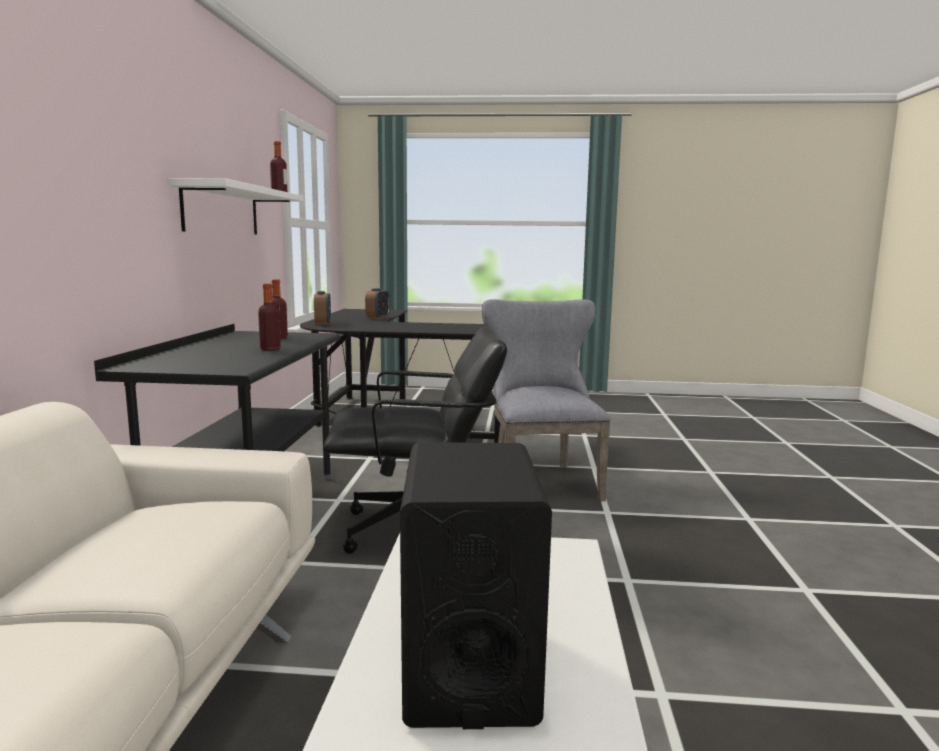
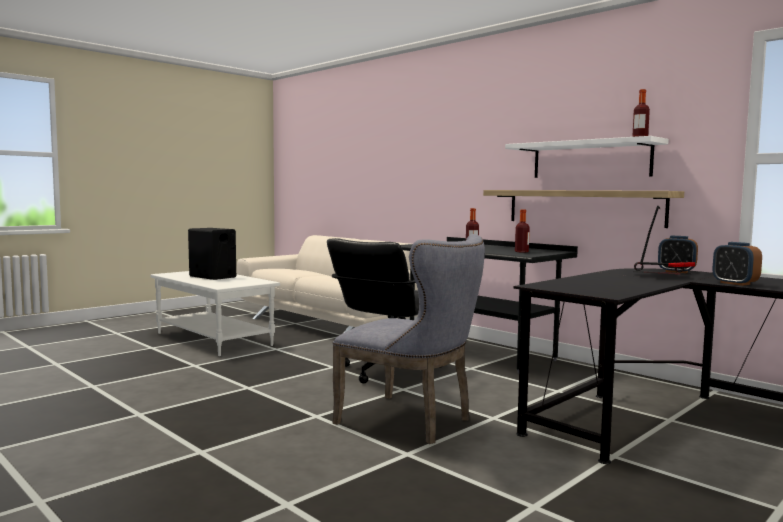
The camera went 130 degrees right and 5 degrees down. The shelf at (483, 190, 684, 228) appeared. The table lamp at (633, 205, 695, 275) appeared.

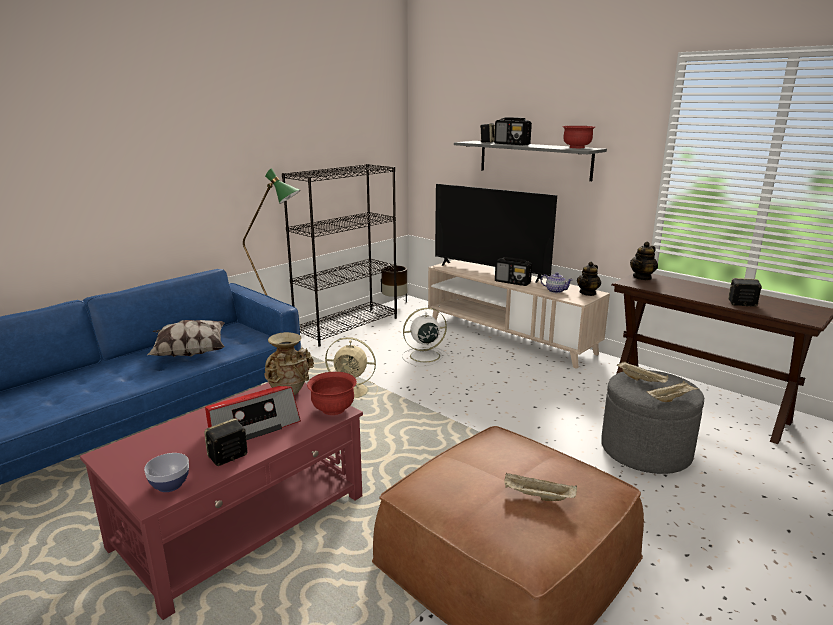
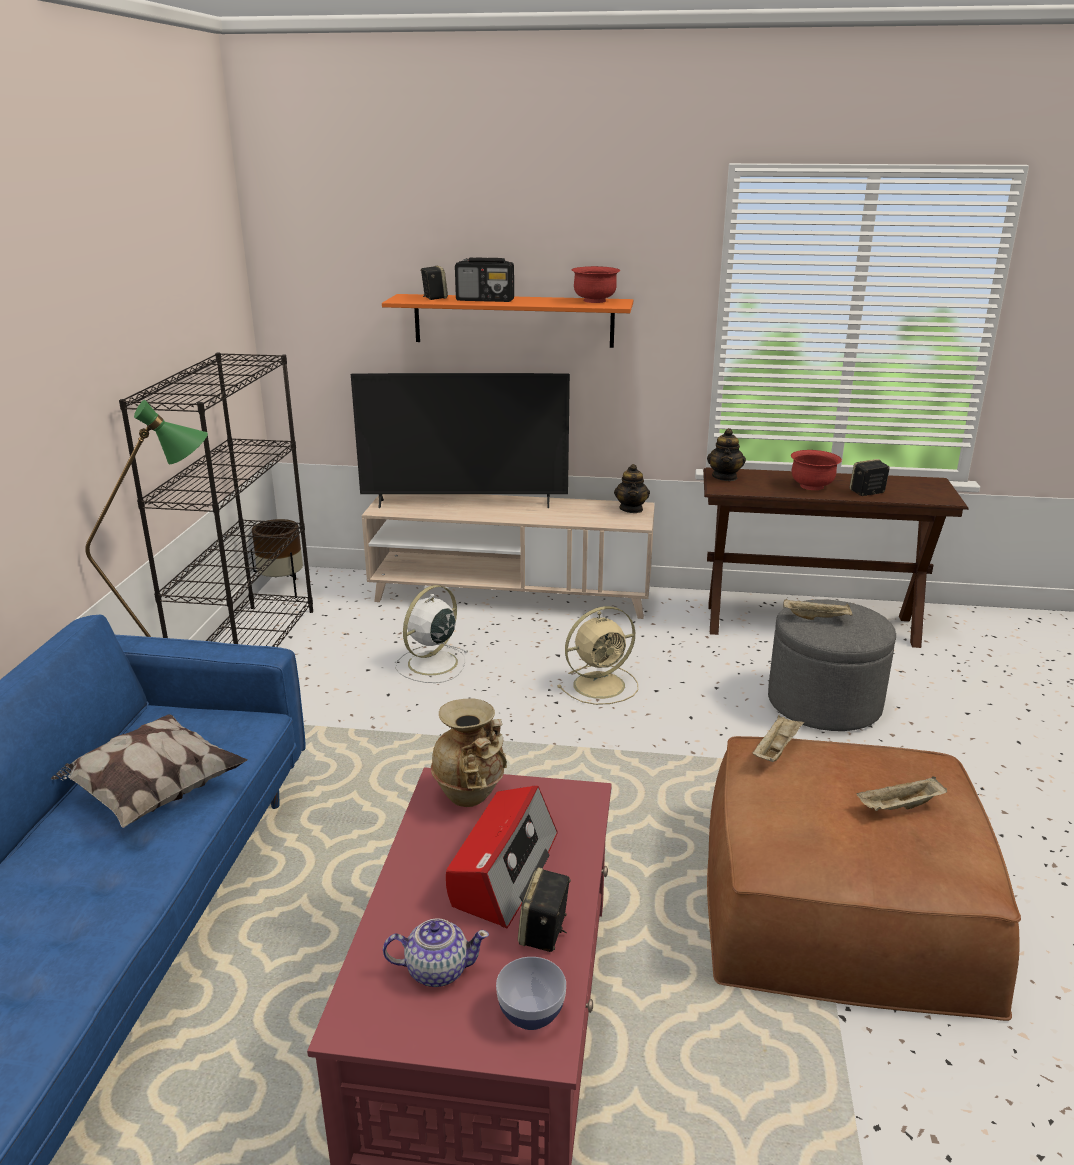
The camera went 35 degrees left and 5 degrees up. The radio at (495, 257, 532, 286) disappeared. The red bowl moved from (307, 372, 357, 415) to (791, 450, 842, 490). The beige fan moved from (325, 337, 378, 398) to (557, 606, 638, 705). The teapot moved from (540, 272, 573, 293) to (383, 918, 489, 987). The beige tray moved from (647, 381, 699, 402) to (752, 715, 804, 762). The grey shelf at (454, 141, 607, 181) became the orange shelf at (382, 294, 633, 348).

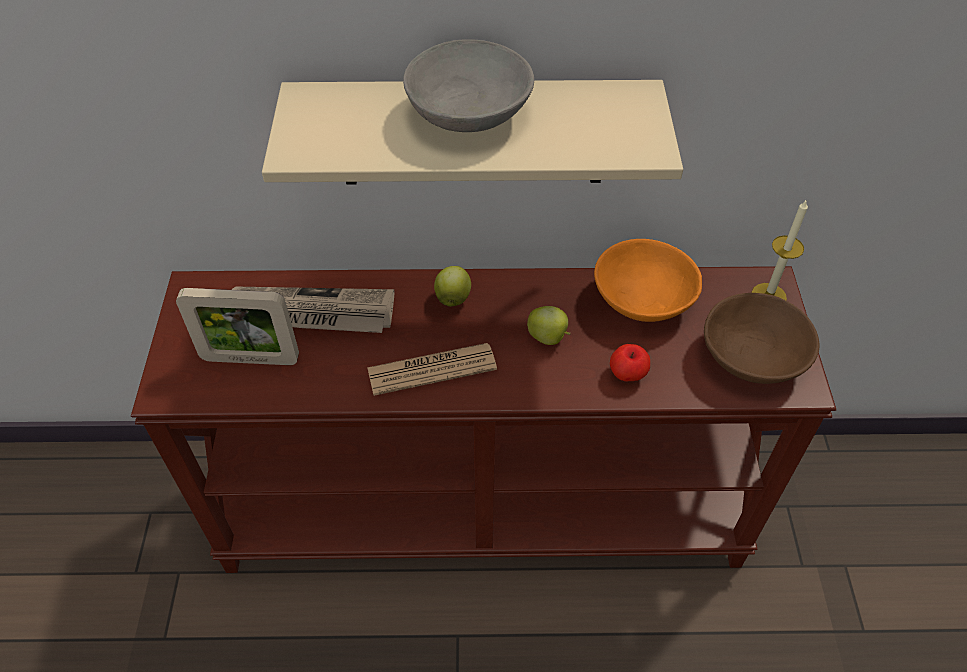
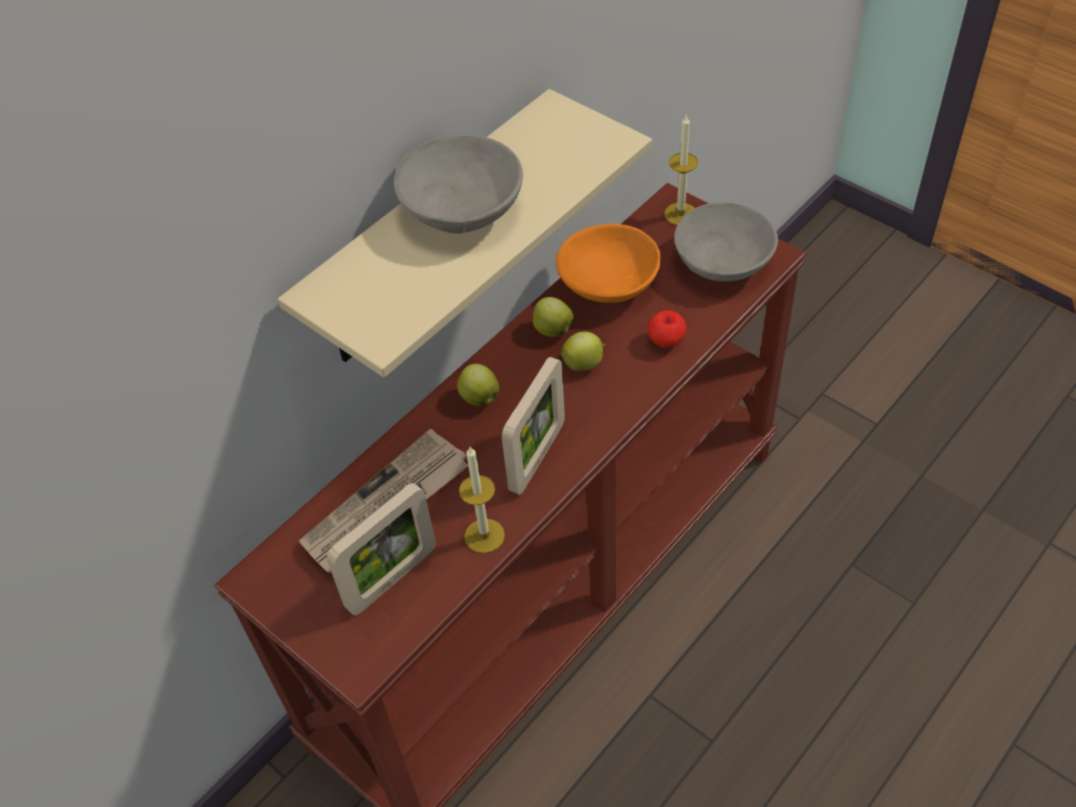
The camera went 45 degrees left and 0 degrees up. The candle at (459, 447, 505, 553) appeared. The apple at (533, 297, 573, 337) appeared. The newspaper at (367, 343, 497, 396) was replaced by the picture frame at (502, 357, 565, 495). The brown bowl at (704, 293, 819, 384) became the grey bowl at (674, 202, 778, 281).

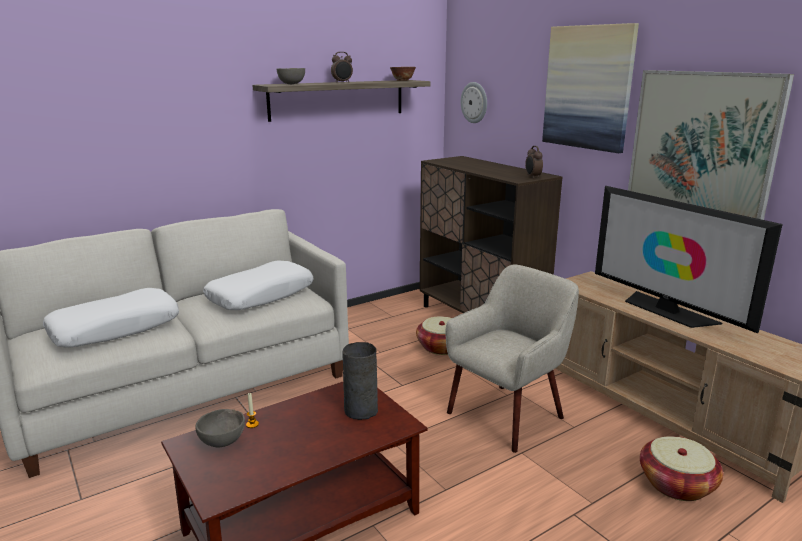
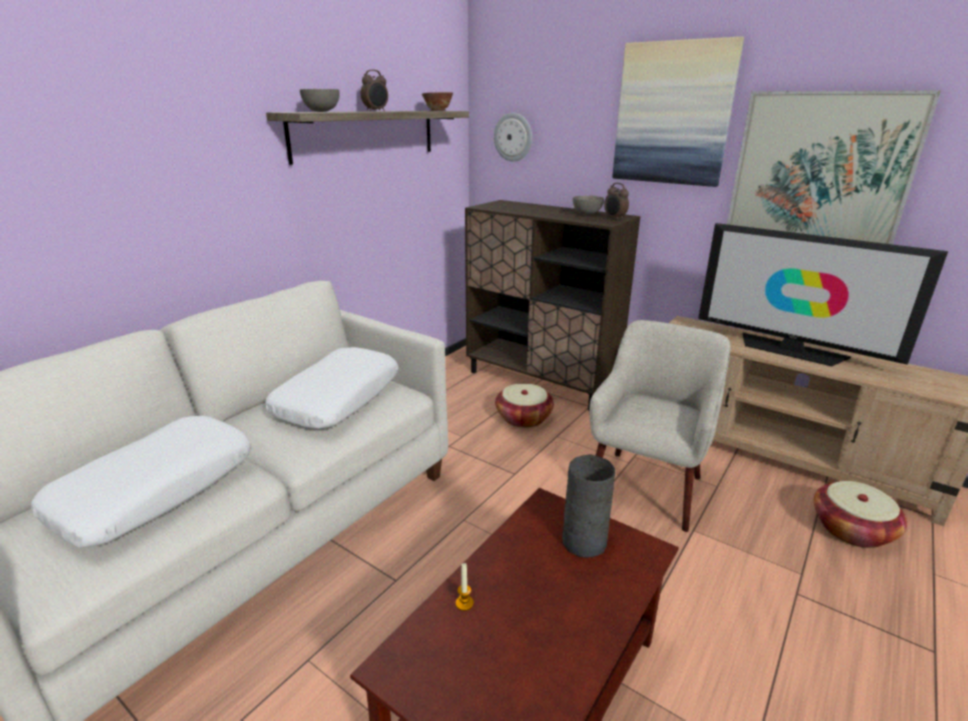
The camera went 20 degrees left and 5 degrees up. The grey bowl moved from (195, 409, 245, 447) to (573, 196, 604, 215).

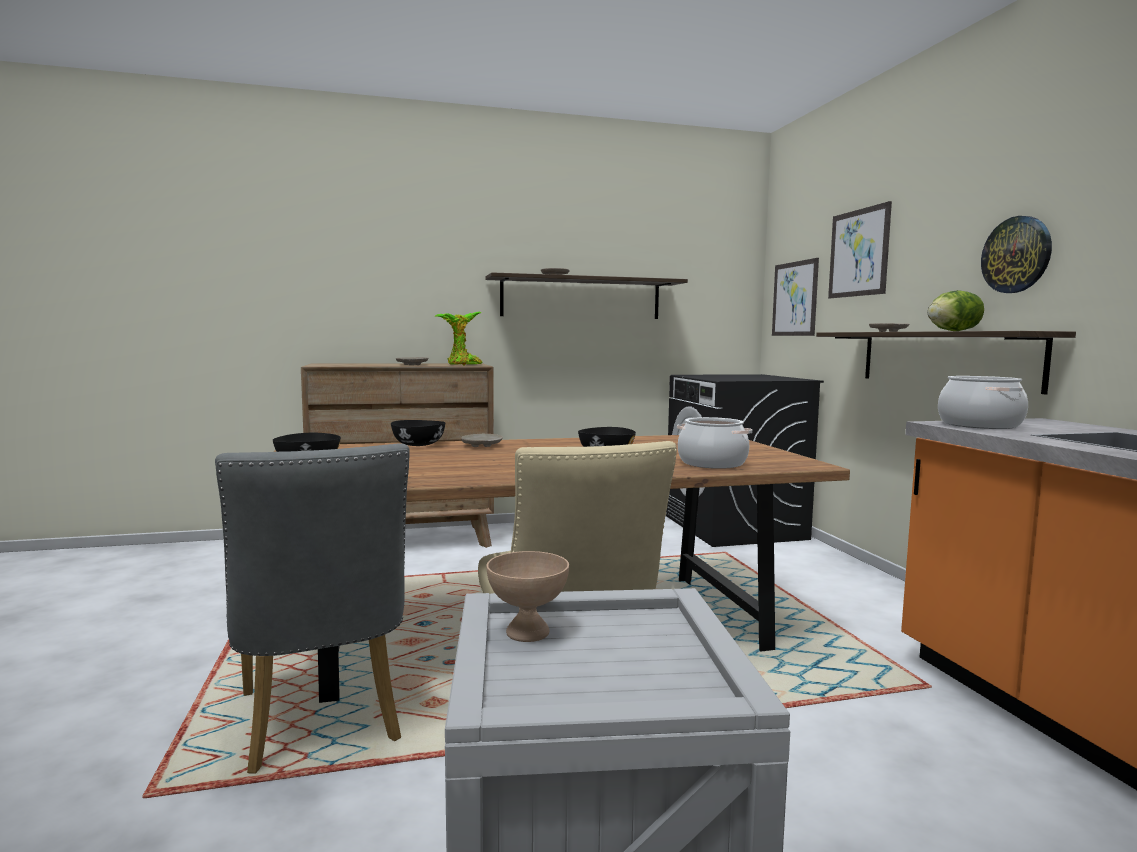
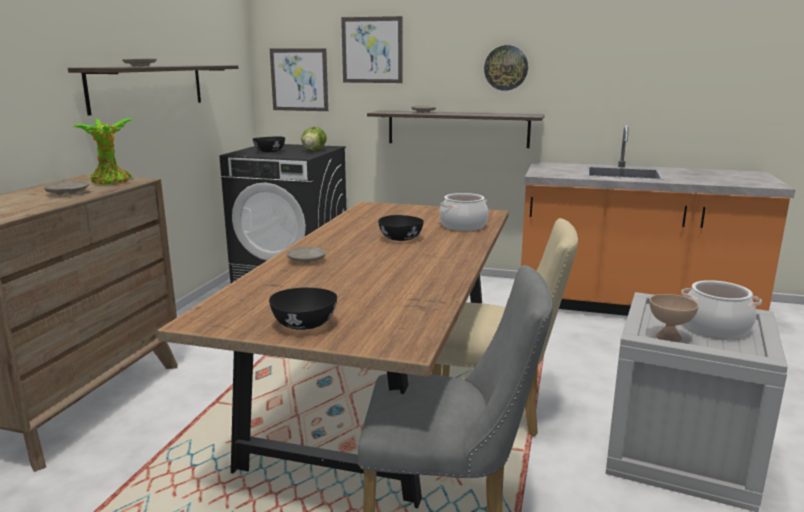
The camera went 60 degrees left and 10 degrees up. The black bowl moved from (391, 420, 446, 446) to (253, 136, 285, 152). The lettuce moved from (927, 290, 984, 331) to (301, 127, 327, 151). The cooking pot moved from (938, 376, 1028, 429) to (681, 280, 762, 338).

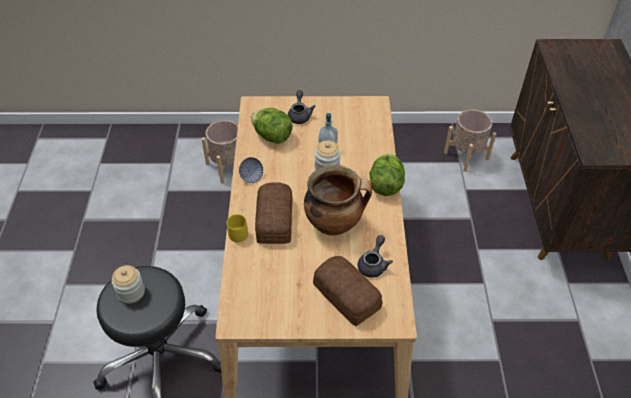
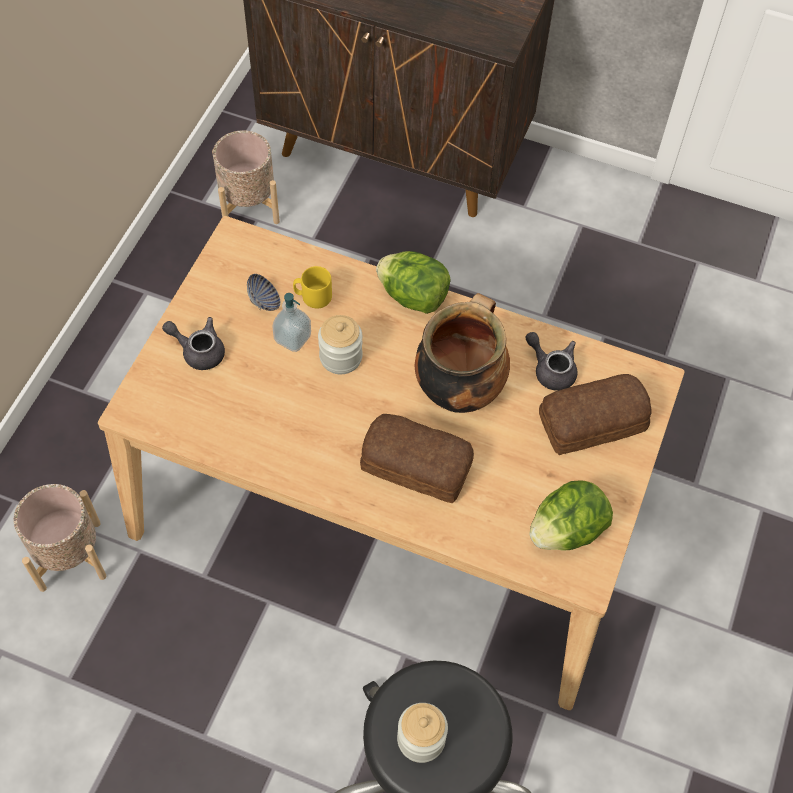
The camera went 70 degrees left and 10 degrees up. The yellow mug moved from (227, 214, 248, 242) to (293, 266, 332, 308). The bowl moved from (239, 157, 263, 183) to (247, 274, 281, 311). The lettuce moved from (251, 108, 293, 144) to (530, 480, 613, 551).

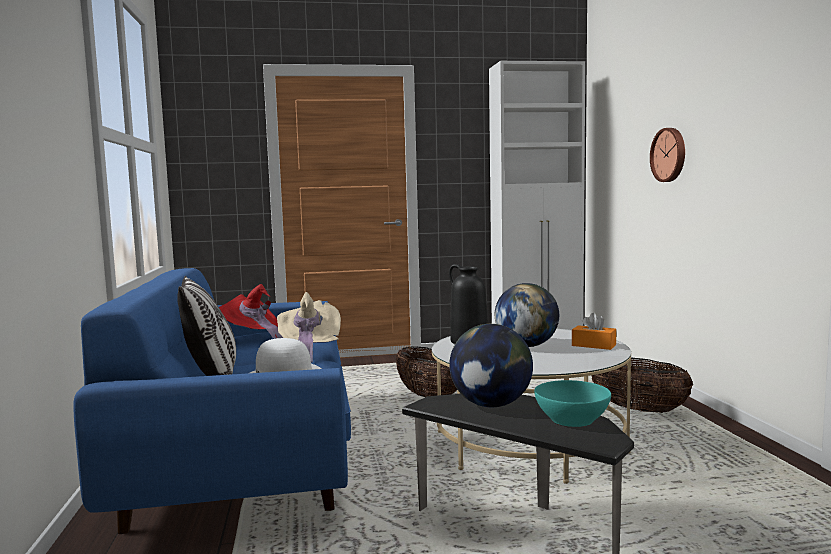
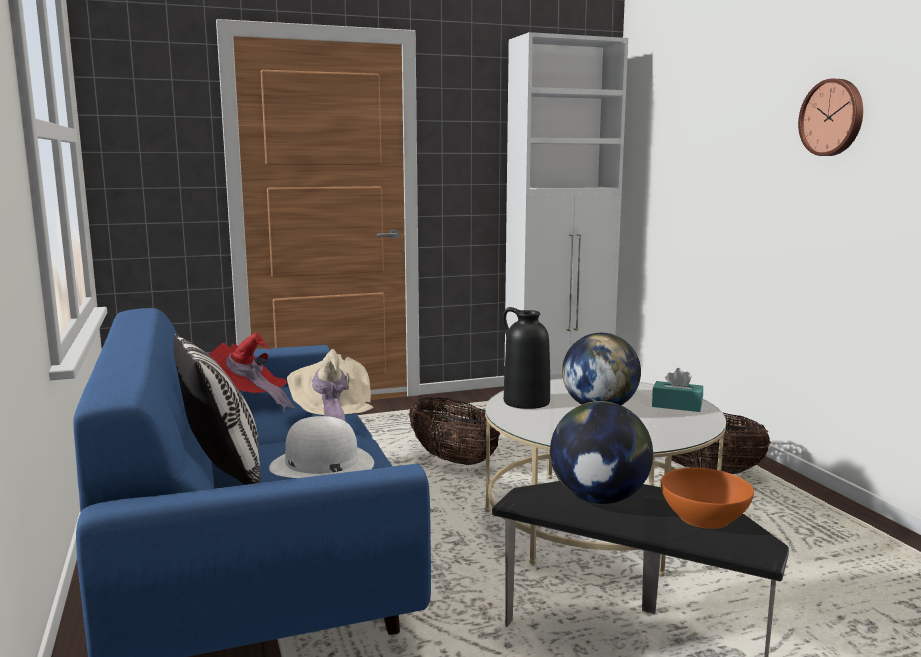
The camera went 10 degrees left and 5 degrees up. The wall clock moved from (650, 128, 685, 182) to (798, 79, 863, 156). The turquoise bowl at (534, 380, 611, 427) became the orange bowl at (661, 468, 754, 529). The orange tissue box at (572, 313, 616, 350) became the turquoise tissue box at (652, 368, 703, 412).

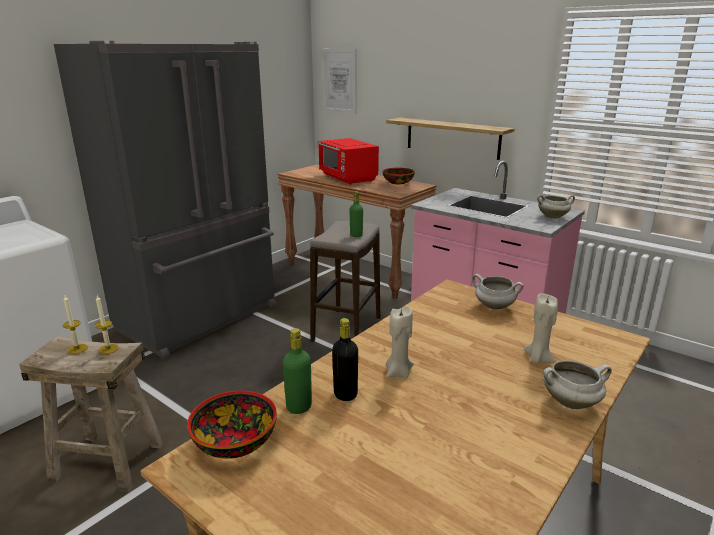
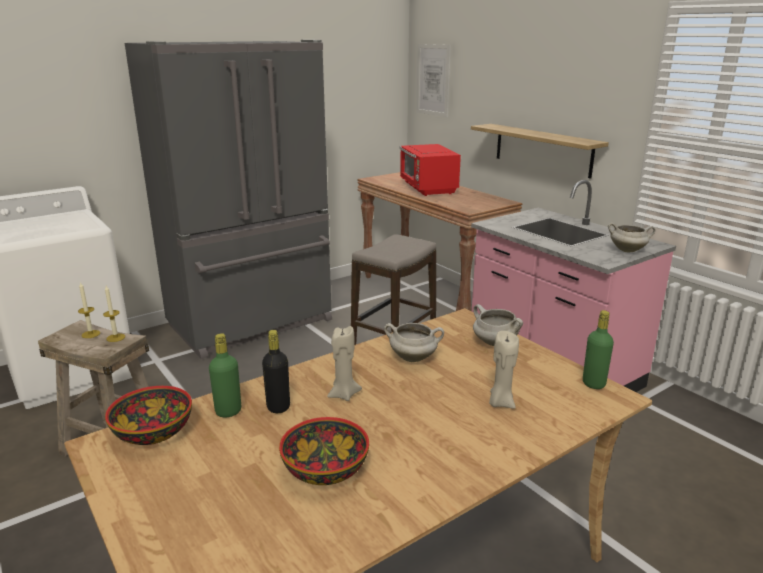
The camera went 15 degrees right and 0 degrees up. The green bottle moved from (350, 191, 363, 237) to (583, 310, 614, 389). The bowl moved from (382, 168, 415, 184) to (279, 417, 369, 485). The white cooking pot moved from (543, 360, 612, 409) to (384, 323, 444, 362).

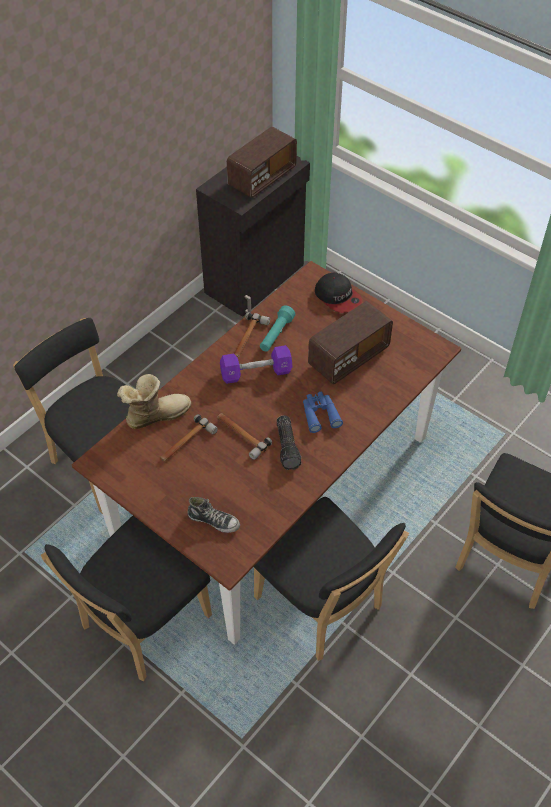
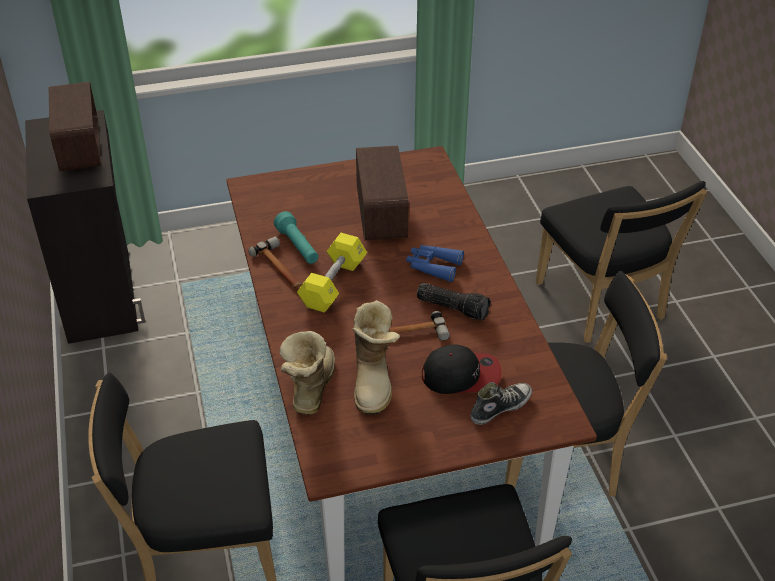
The camera went 55 degrees left and 10 degrees down. The cap moved from (315, 272, 363, 313) to (422, 344, 502, 394). The hammer at (160, 414, 218, 461) was replaced by the boot at (353, 300, 400, 414). The purple dumbbell at (220, 345, 293, 384) became the yellow dumbbell at (297, 233, 367, 313).

